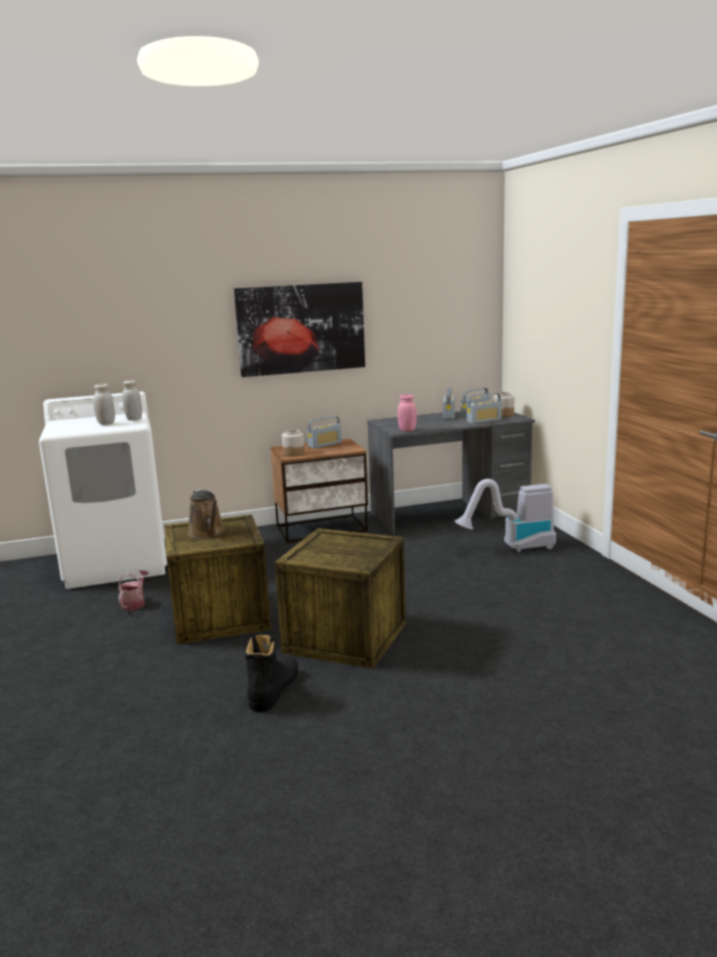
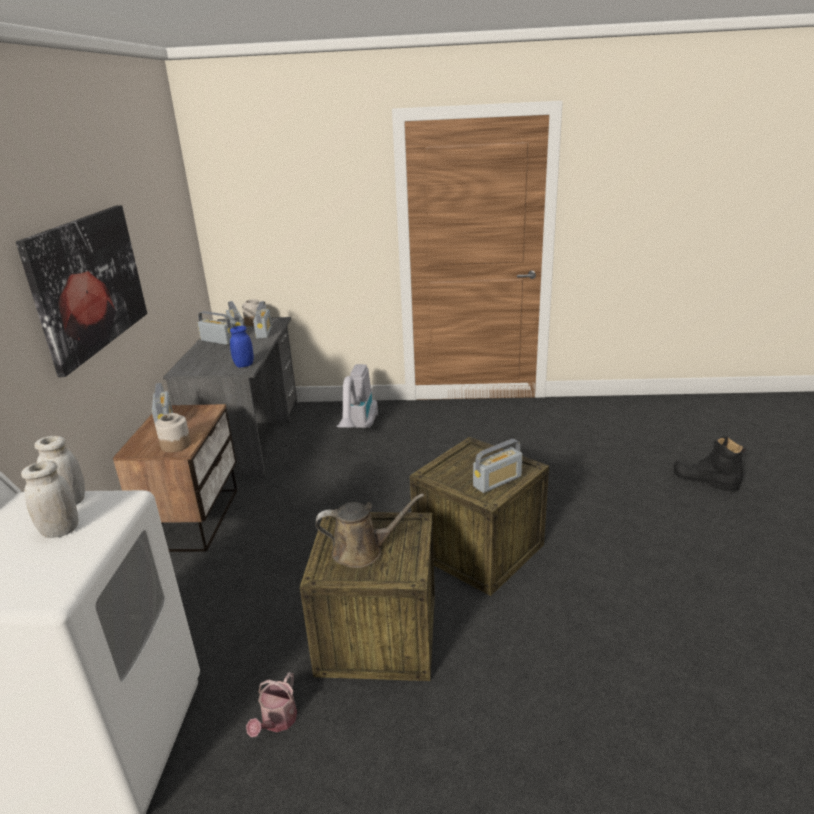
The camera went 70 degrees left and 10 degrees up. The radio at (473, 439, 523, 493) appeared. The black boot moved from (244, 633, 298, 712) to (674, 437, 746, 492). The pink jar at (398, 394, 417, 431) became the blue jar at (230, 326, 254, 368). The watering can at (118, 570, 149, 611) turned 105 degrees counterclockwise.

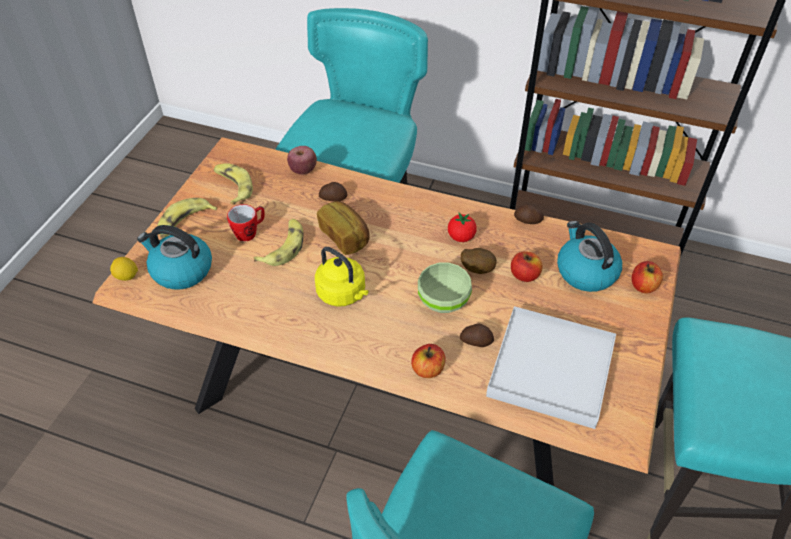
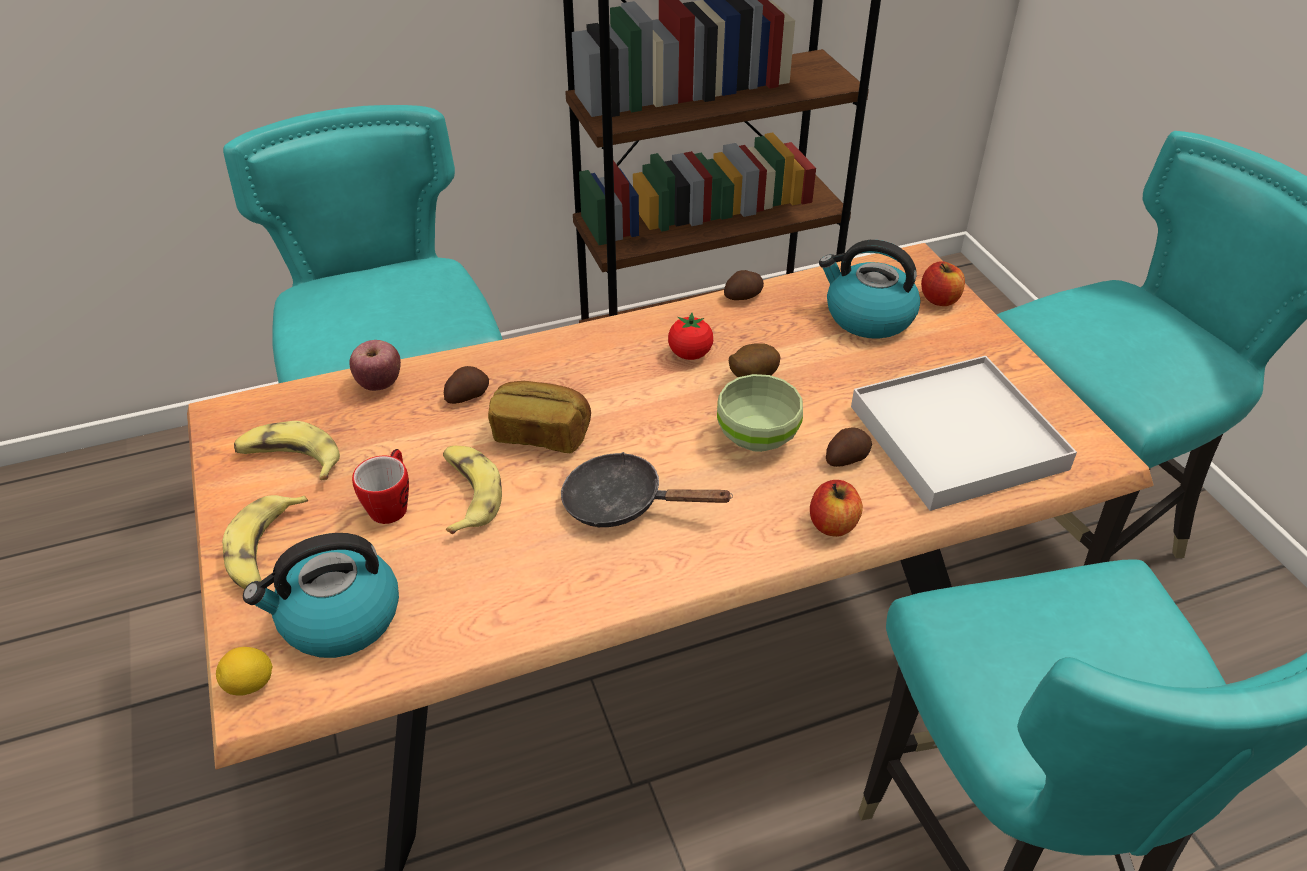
The camera went 40 degrees left and 5 degrees down. The apple at (511, 251, 543, 282) disappeared. The yellow kettle at (315, 247, 369, 307) was replaced by the black frying pan at (561, 452, 733, 528).

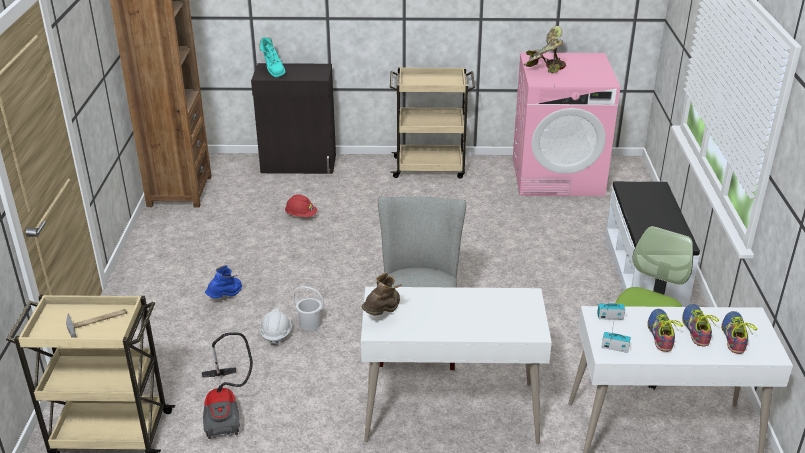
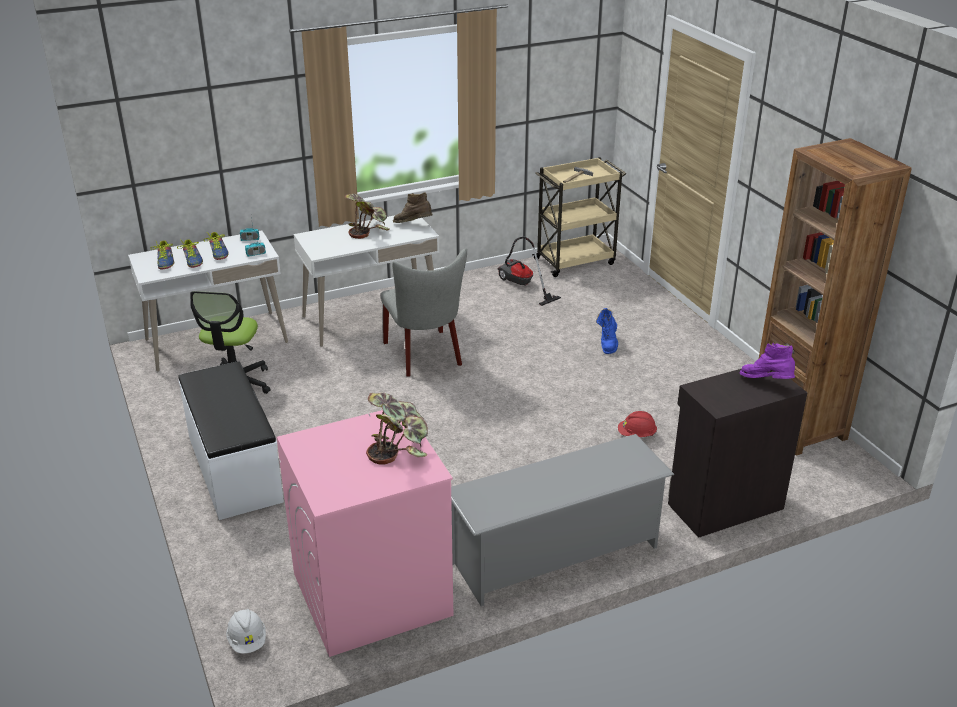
The camera went 155 degrees right and 0 degrees up. The white bucket at (293, 286, 324, 331) disappeared. The potted plant at (345, 193, 390, 239) appeared. The white hard hat moved from (260, 308, 292, 346) to (226, 609, 266, 654). The beige cart at (390, 67, 475, 179) was replaced by the grey shoe rack at (451, 434, 674, 606). The turquoise boot at (259, 37, 285, 77) became the purple boot at (739, 343, 795, 379). The brown boot at (361, 273, 402, 315) turned 105 degrees clockwise.

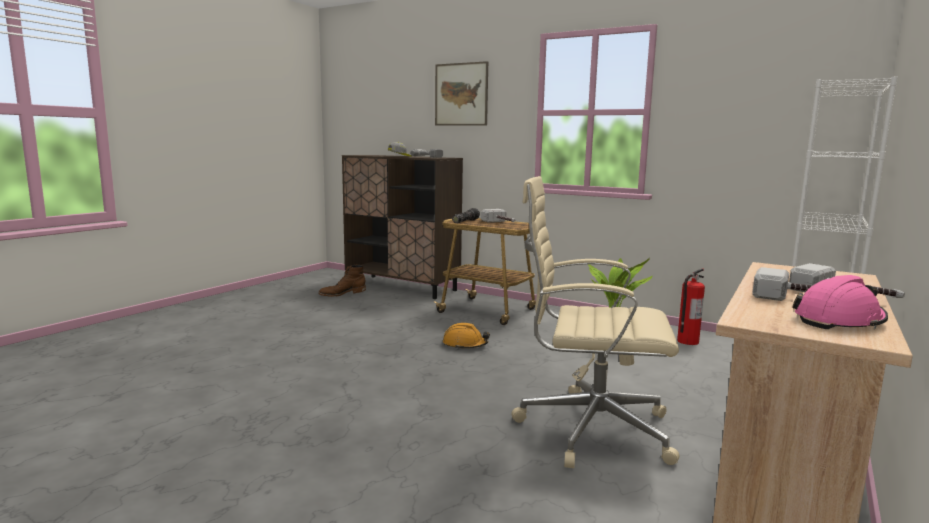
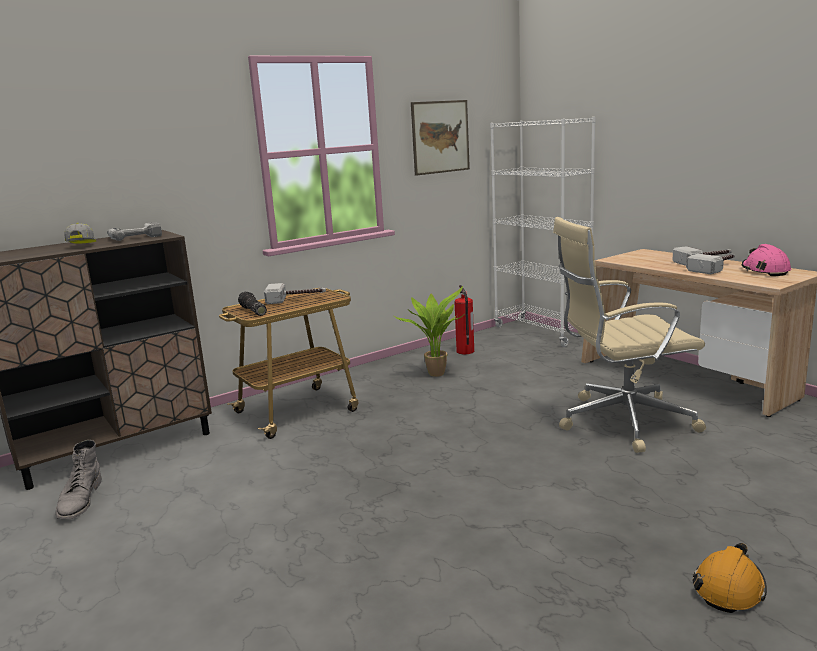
The camera went 65 degrees left and 5 degrees up. The picture moved from (435, 61, 488, 126) to (411, 100, 470, 176). The orange hard hat moved from (443, 323, 490, 349) to (692, 543, 767, 613). The brown boot at (318, 265, 366, 297) became the grey boot at (55, 440, 102, 519). The beige office chair at (511, 176, 679, 468) turned 45 degrees clockwise.

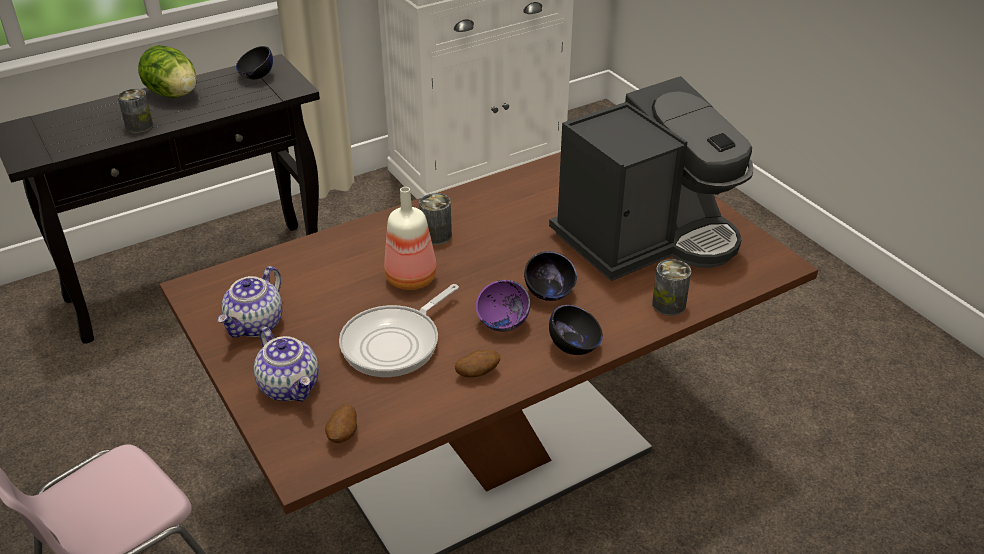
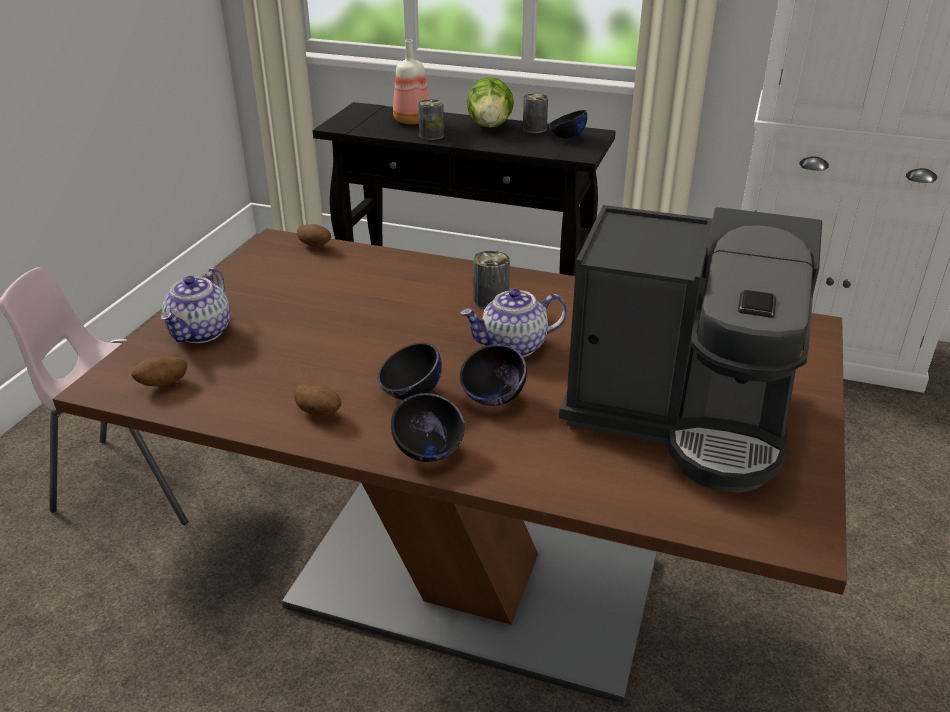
The camera went 50 degrees right and 5 degrees down. The frying pan at (339, 284, 459, 377) disappeared. The potato at (297, 224, 331, 247) appeared. The teapot moved from (218, 266, 282, 337) to (460, 288, 567, 357). The bottle moved from (384, 187, 437, 290) to (393, 39, 430, 125). The can moved from (652, 259, 691, 316) to (523, 93, 548, 133). The purple bowl at (476, 280, 530, 332) became the black bowl at (378, 343, 442, 400).

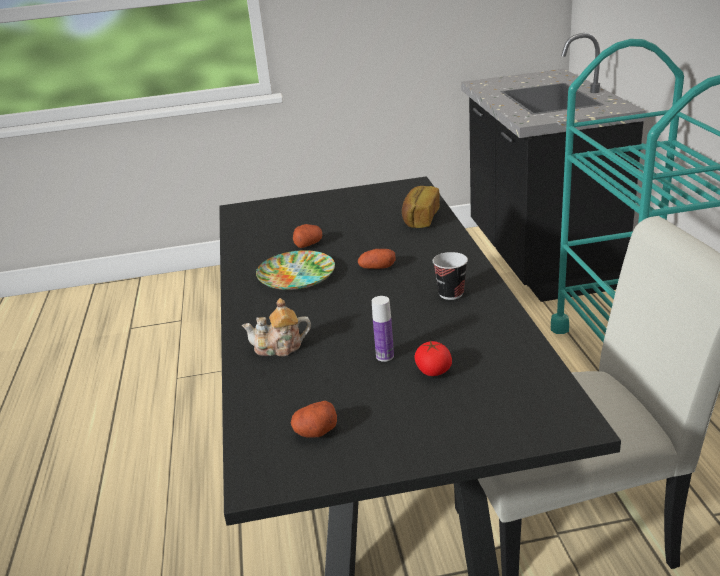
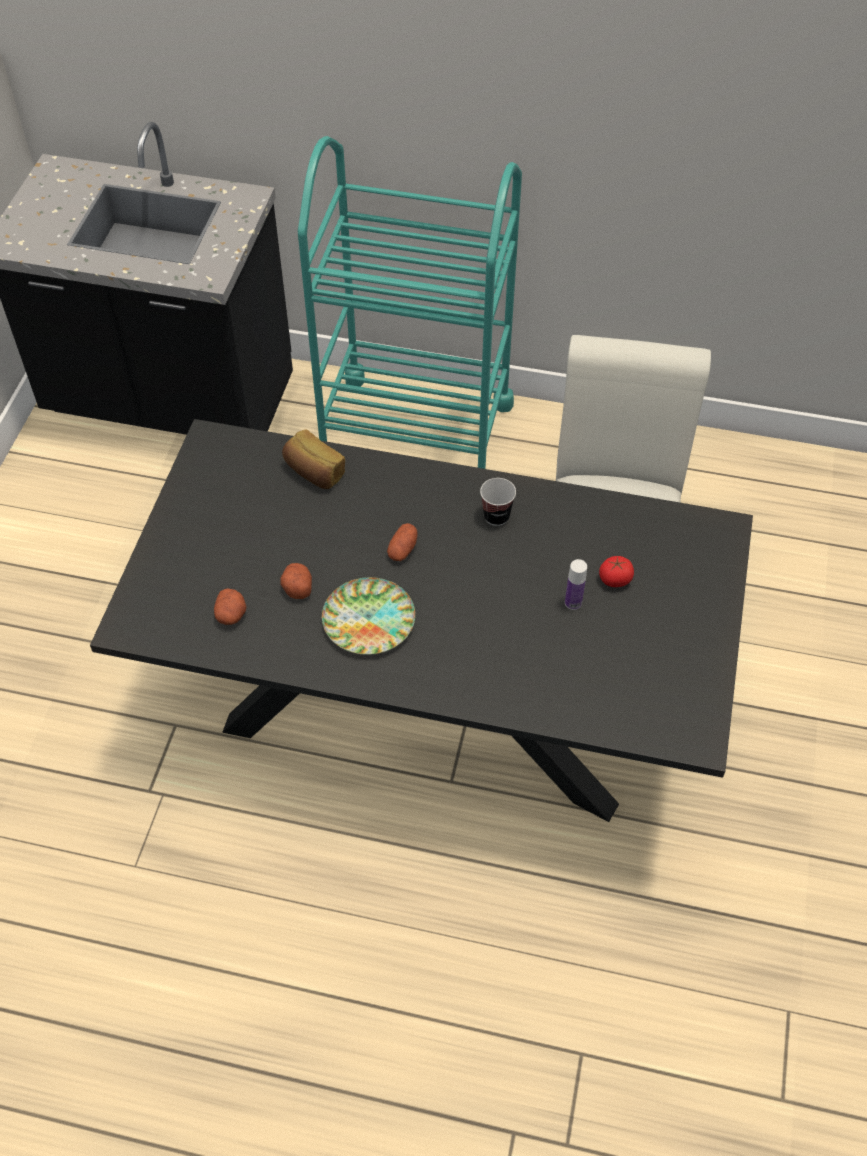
The camera went 70 degrees left and 25 degrees up. The teapot at (242, 298, 311, 356) disappeared. The potato moved from (291, 401, 337, 437) to (214, 588, 247, 625).

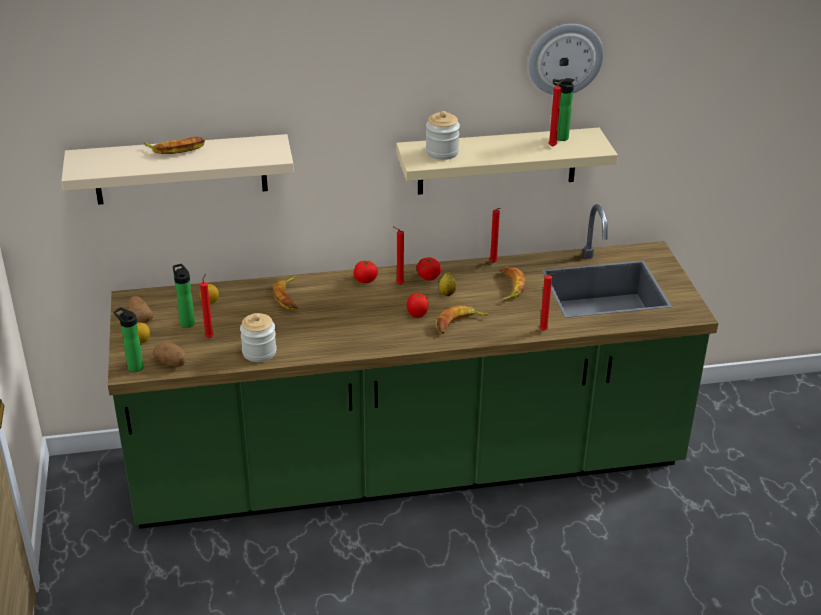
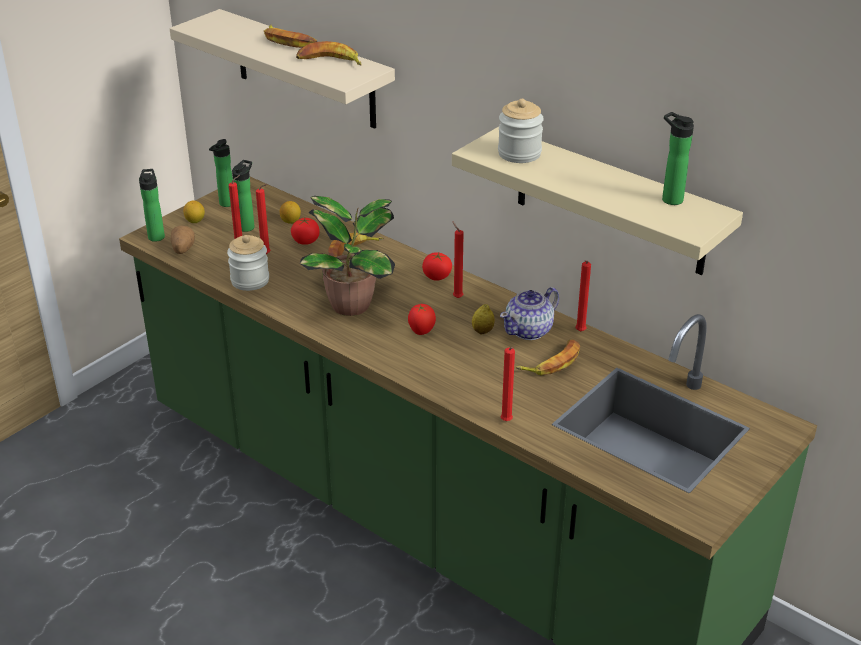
The camera went 50 degrees right and 0 degrees up. The wall clock at (528, 24, 604, 95) disappeared. The potted plant at (300, 196, 395, 316) appeared. The teapot at (500, 287, 559, 340) appeared. The tomato moved from (417, 257, 441, 280) to (291, 218, 320, 245). The banana moved from (437, 305, 489, 334) to (296, 41, 362, 65). The red candle moved from (549, 79, 564, 147) to (256, 184, 271, 254). The potato at (127, 296, 153, 323) was replaced by the bottle at (209, 139, 233, 207).

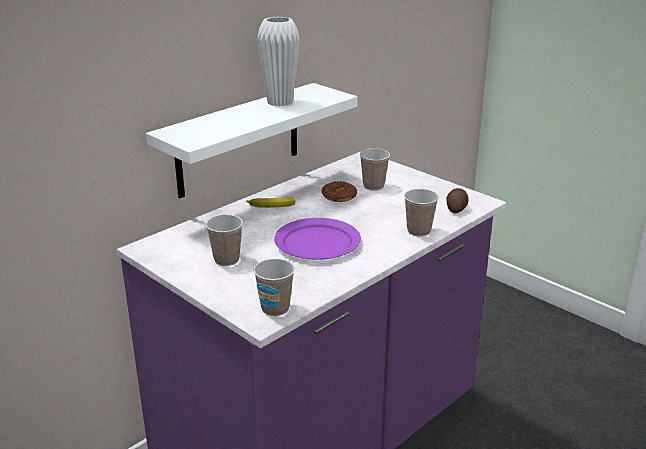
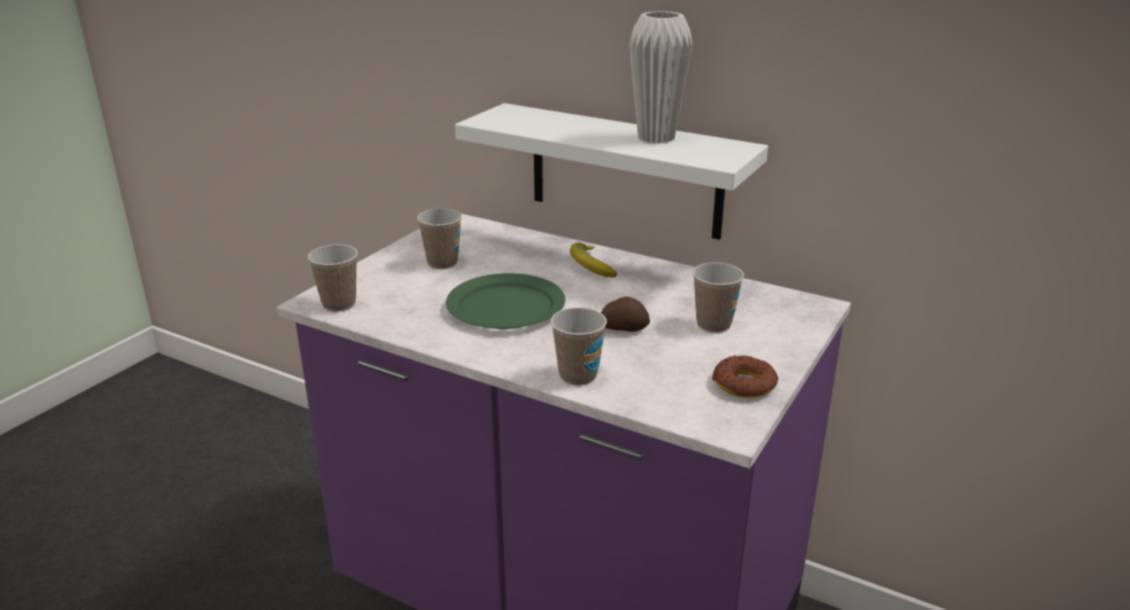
The camera went 75 degrees right and 0 degrees up. The donut moved from (322, 181, 357, 202) to (712, 355, 778, 398). The potato moved from (446, 188, 469, 213) to (601, 297, 650, 332). The purple plate at (274, 218, 361, 260) became the green plate at (446, 273, 565, 329).

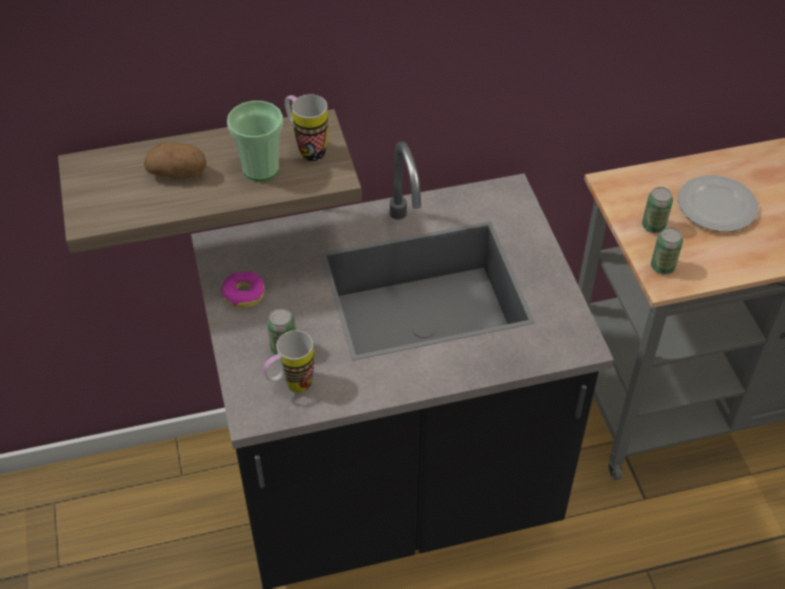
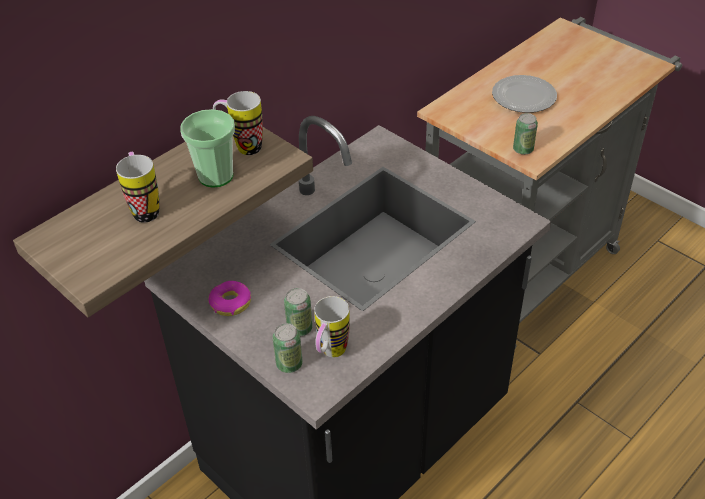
The camera went 30 degrees left and 5 degrees down. The can moved from (642, 187, 673, 233) to (273, 323, 303, 373). The potato at (144, 142, 207, 179) was replaced by the mug at (116, 152, 159, 223).

